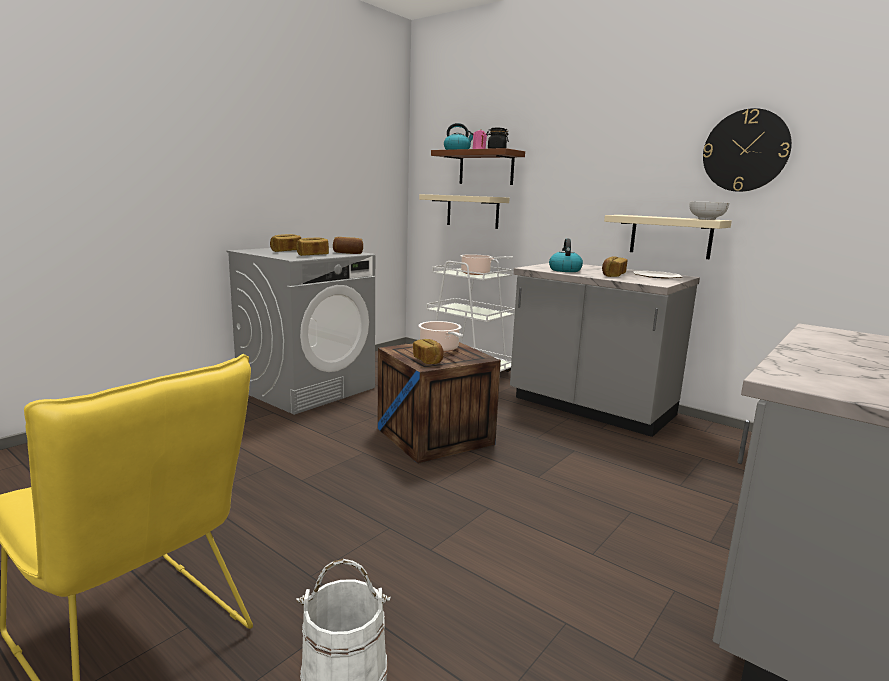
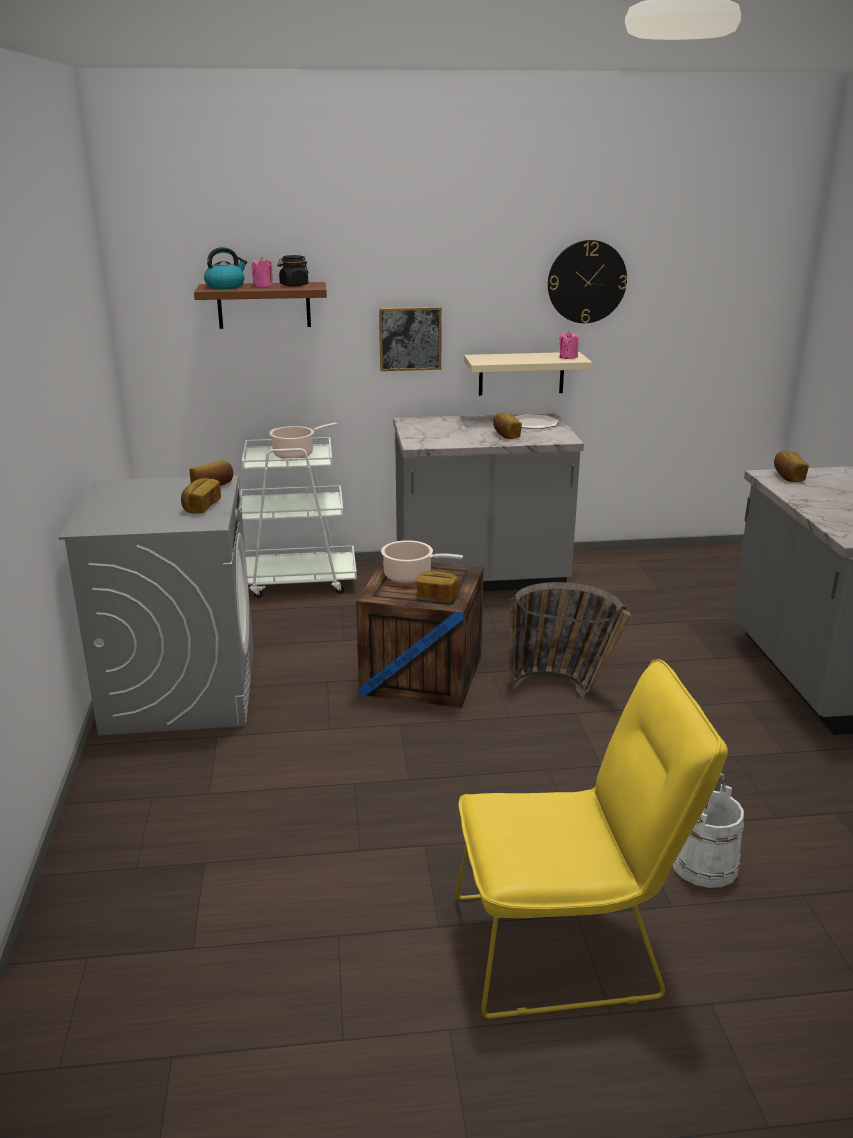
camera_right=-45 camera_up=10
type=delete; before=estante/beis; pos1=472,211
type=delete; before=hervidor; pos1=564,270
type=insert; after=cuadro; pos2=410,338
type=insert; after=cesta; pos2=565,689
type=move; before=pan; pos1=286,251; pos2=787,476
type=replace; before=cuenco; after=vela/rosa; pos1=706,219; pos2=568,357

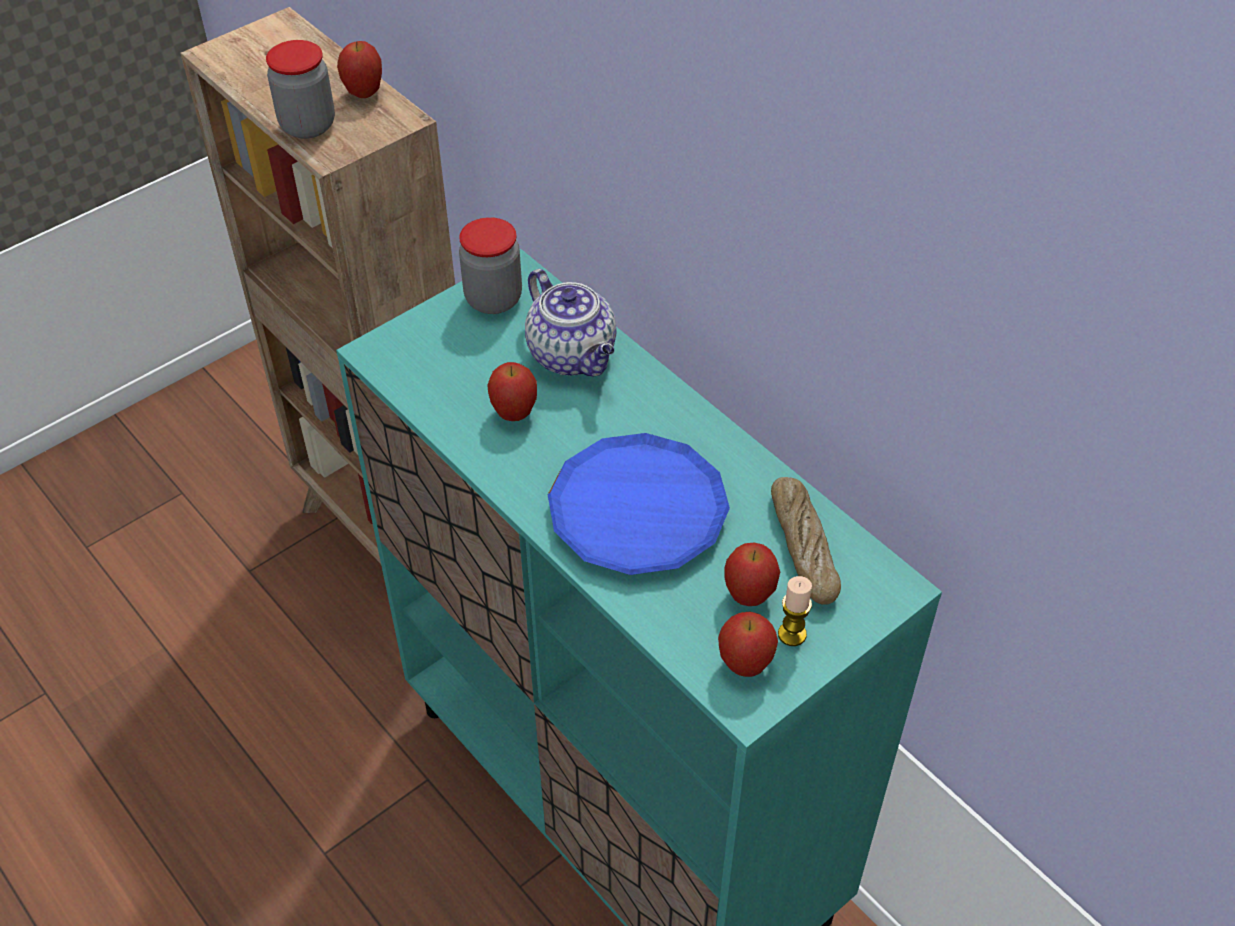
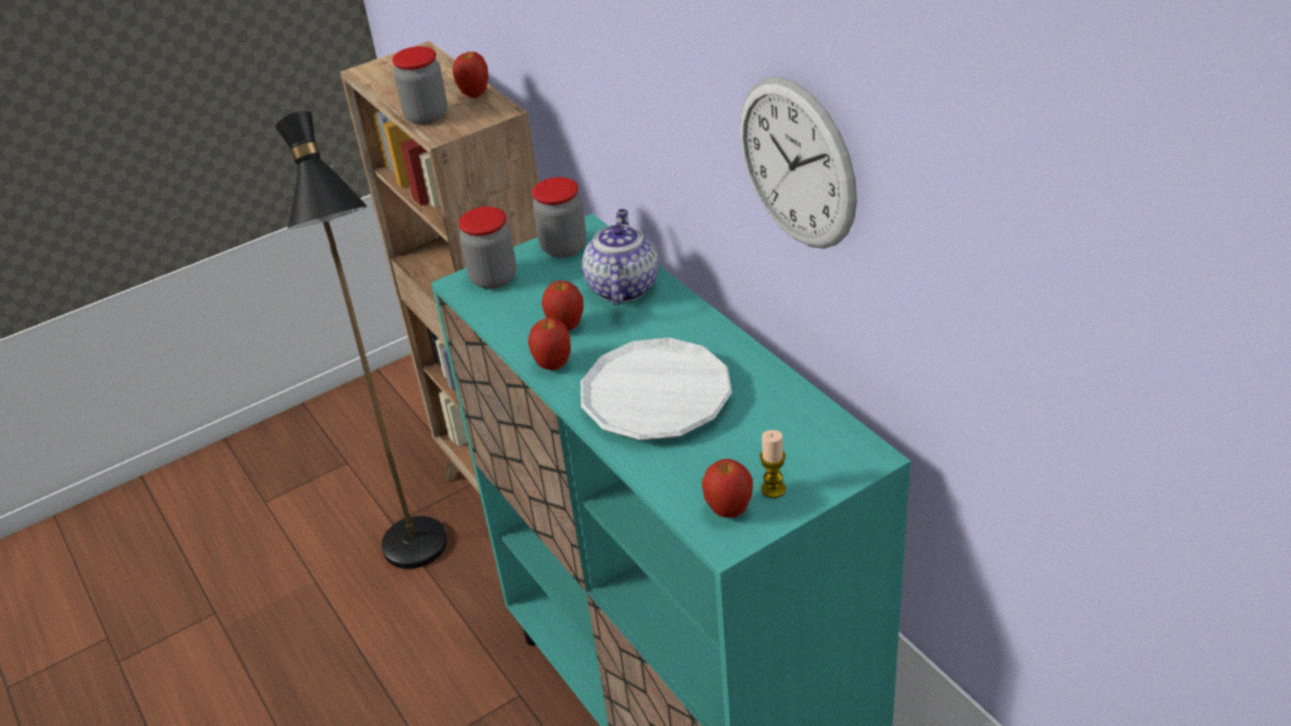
camera_right=10 camera_up=-10
type=delete; before=pan; pos1=803,547
type=insert; after=lámpara de pie/negro; pos2=422,561
type=insert; after=tarro; pos2=493,278
type=insert; after=reloj de pared; pos2=796,164
type=move; before=manzana; pos1=749,595; pos2=553,365
type=recolor; before=plato/azul; after=plato/blanco; pos1=638,512; pos2=656,397
type=rotate; before=tetera; pos1=574,356; pos2=622,287; turn=-150

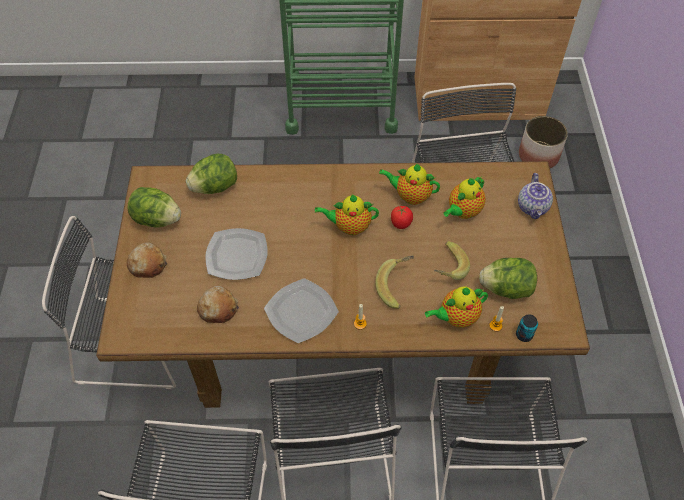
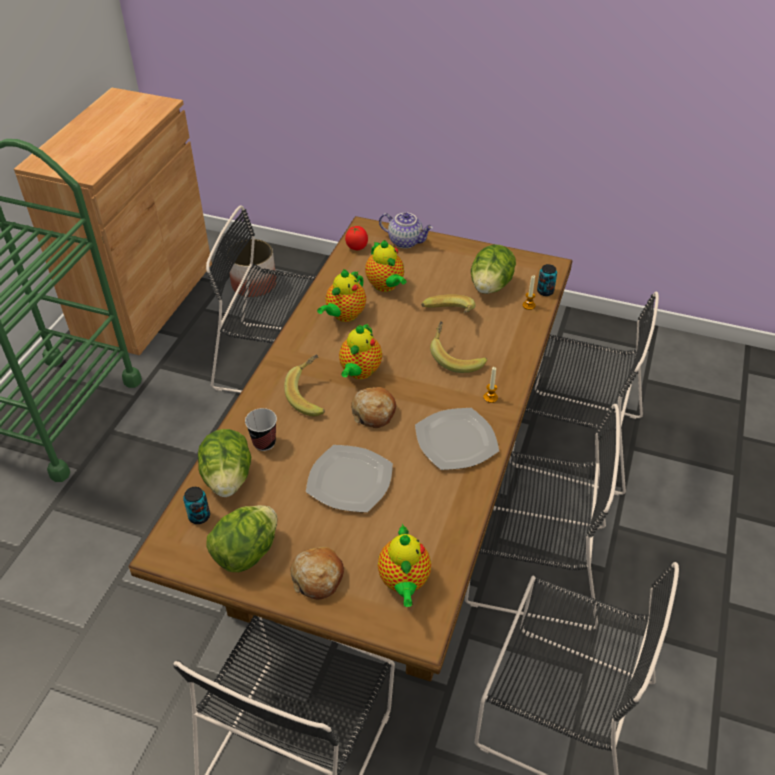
camera_right=-70 camera_up=-10
type=insert; after=lata; pos2=199,516
type=insert; after=taza; pos2=264,443
type=insert; after=plátano; pos2=311,395
type=move; before=pan; pos1=218,308; pos2=374,412
type=move; before=tomate; pos1=401,223; pos2=356,247
type=move; before=tetera; pos1=456,318; pos2=404,582

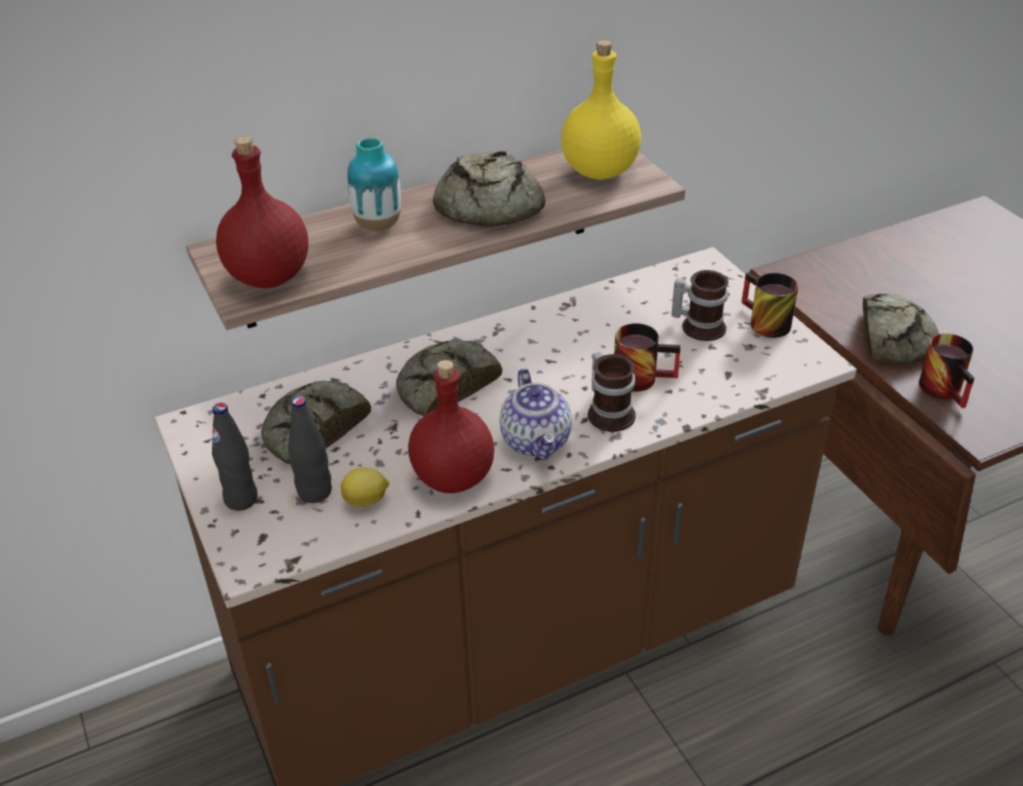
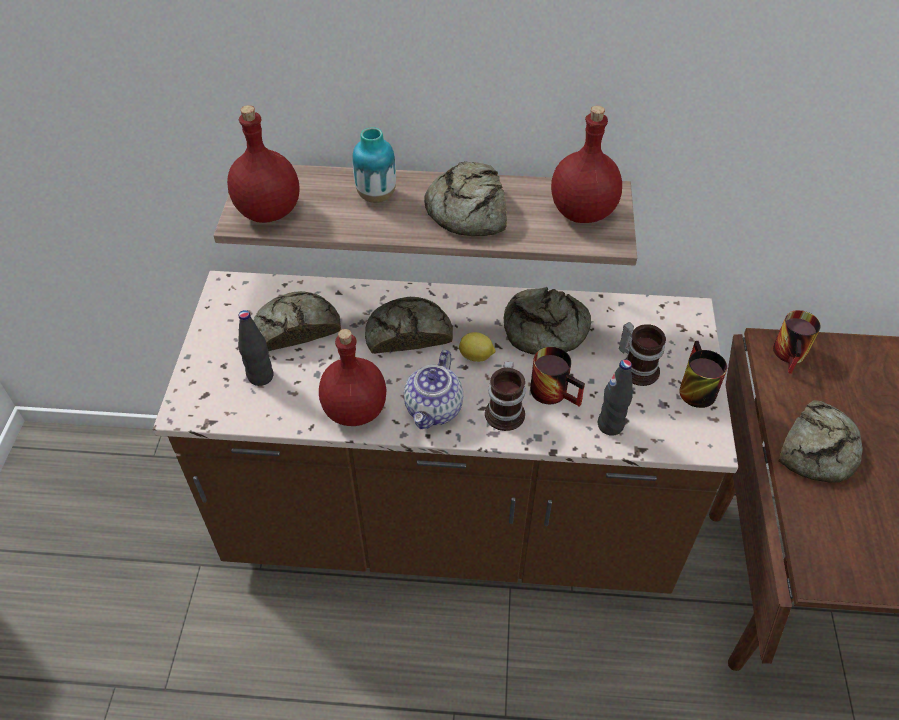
camera_right=30 camera_up=10
type=insert; after=pan; pos2=545,331
type=move; before=botella/negro; pos1=241,499; pos2=610,425
type=move; before=limón; pos1=366,501; pos2=476,357
type=move; before=taza grande; pos1=947,390; pos2=793,356
type=recolor; before=botella/amarillo; after=botella/rojo; pos1=599,170; pos2=582,211

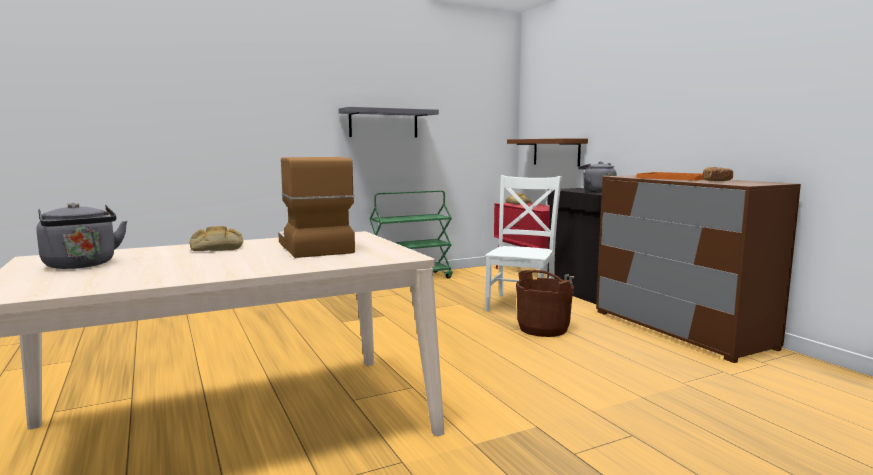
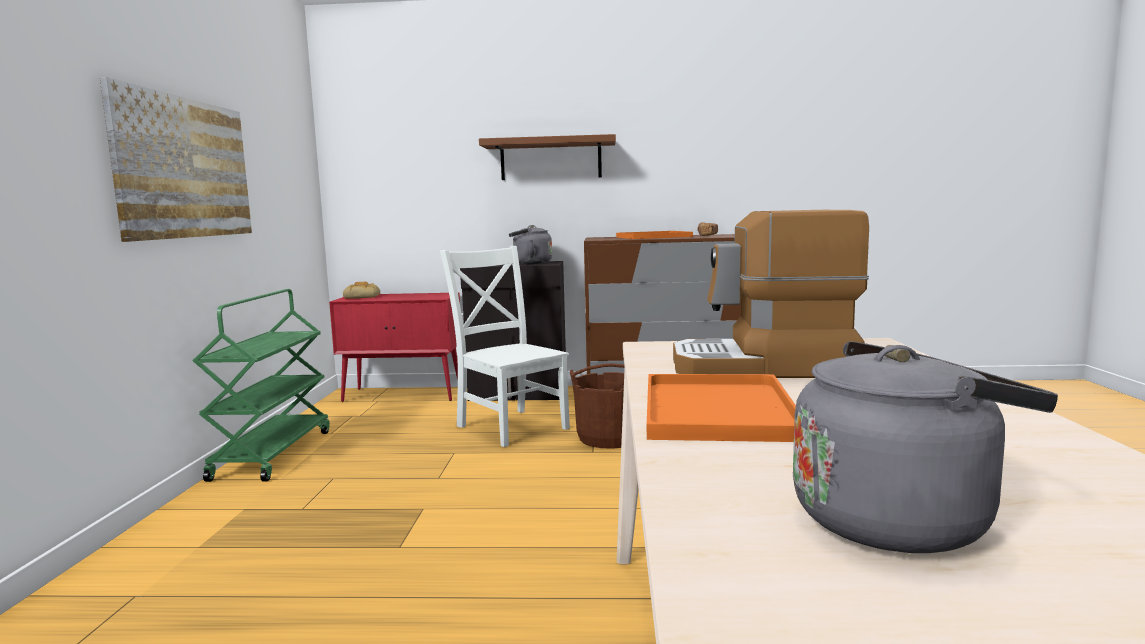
camera_right=-60 camera_up=0
type=move; before=estante/marrón; pos1=556,152; pos2=551,159
type=replace; before=pan; after=bandeja/naranja; pos1=216,248; pos2=720,411
type=replace; before=estante/gris; after=cuadro; pos1=383,123; pos2=185,168

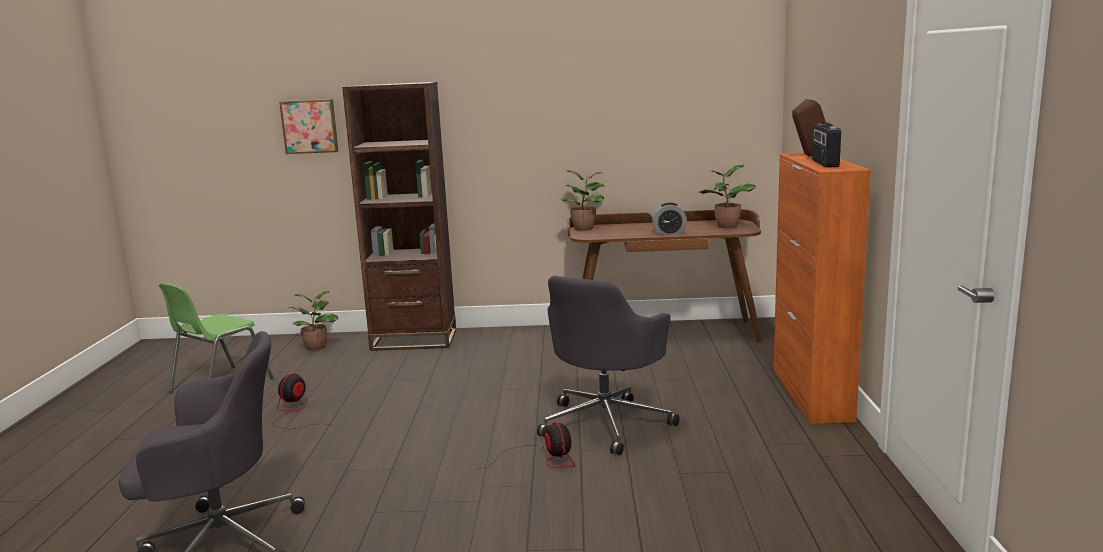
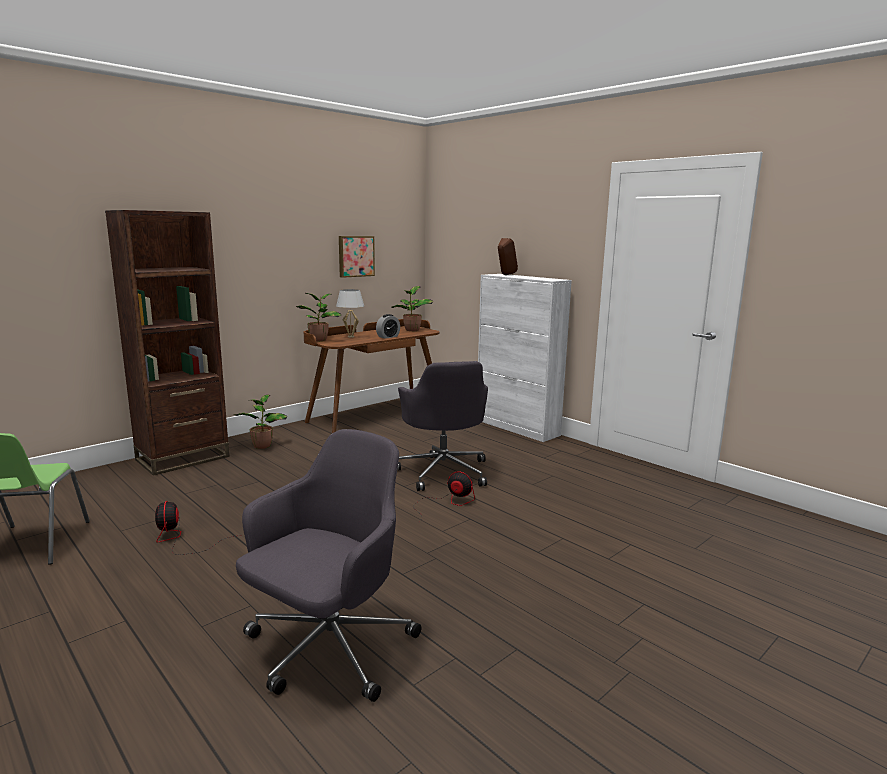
camera_right=-45 camera_up=0
type=delete; before=radio; pos1=824,163
type=insert; after=lámpara de mesa/blanco; pos2=351,336
type=move; before=cuadro; pos1=310,126; pos2=355,256
type=move; before=planta en maceta; pos1=317,347; pos2=262,445
type=recolor; before=armario/naranja; after=armario/blanco; pos1=811,394; pos2=517,427

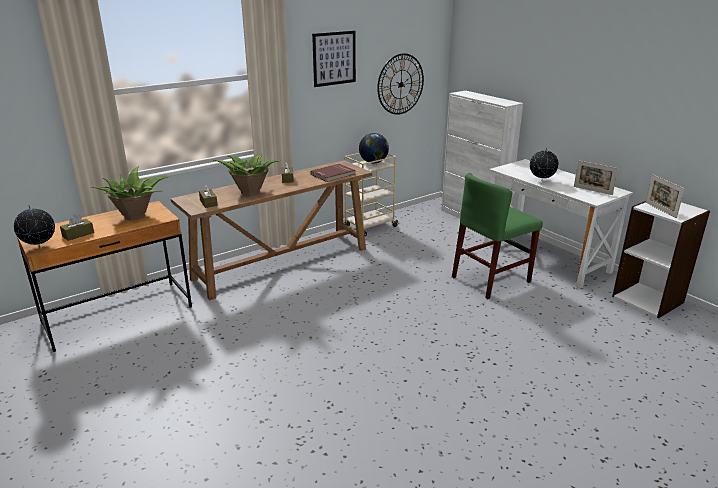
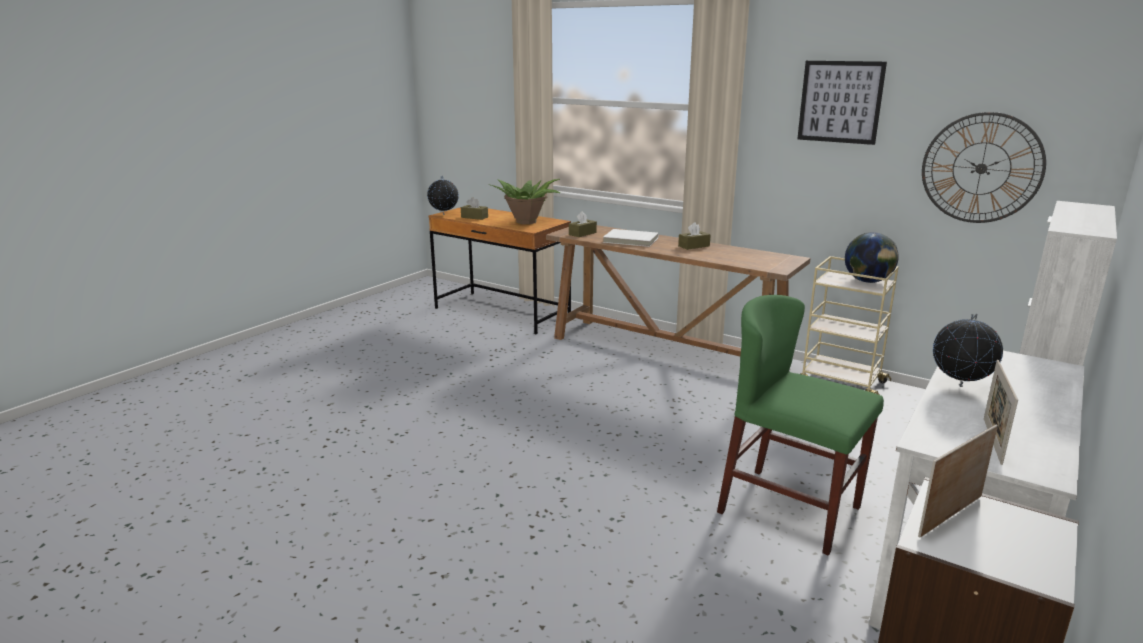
camera_right=70 camera_up=-5
type=delete; before=libro/rojo; pos1=333,174
type=replace; before=planta en maceta; after=libro/blanco; pos1=249,192; pos2=630,240

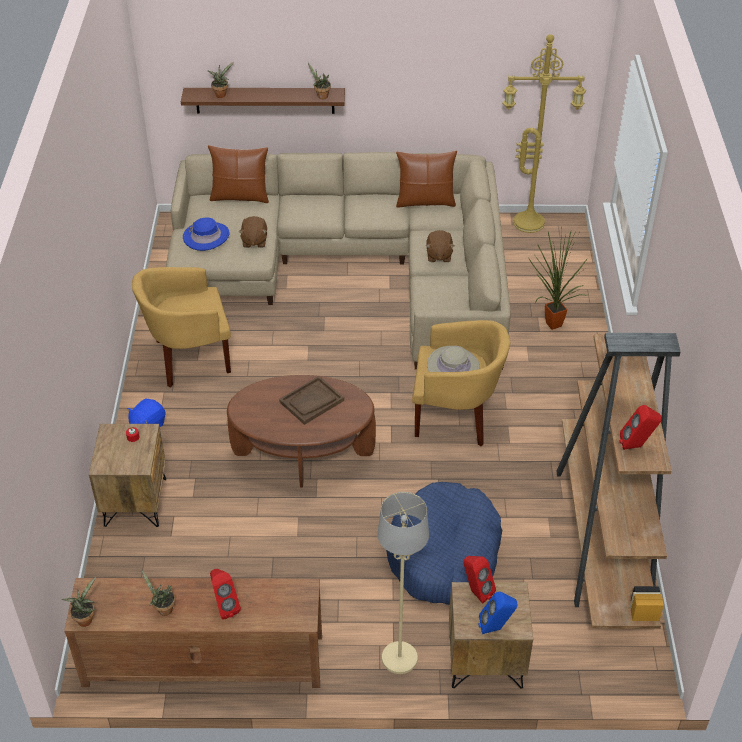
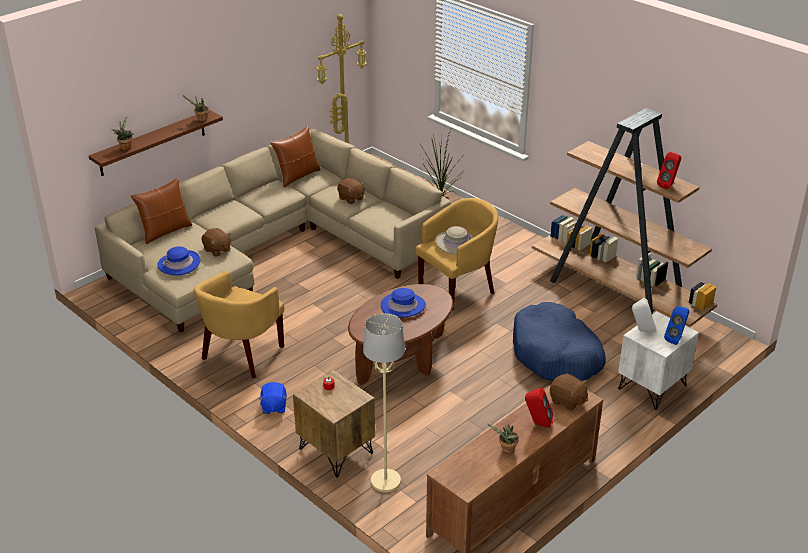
camera_right=-45 camera_up=-10
type=delete; before=planta en maceta; pos1=85,618
type=insert; after=peluche/marrón; pos2=567,401
type=move; before=lámpara de pie/beis; pos1=399,658; pos2=385,481
type=replace; before=bandeja/marrón; after=sombrero/azul; pos1=311,401; pos2=403,306
type=recolor; before=mesita de noche/marrón; after=mesita de noche/blanco; pos1=485,662; pos2=652,387
type=recolor; before=altavoz/rojo; after=altavoz/blanco; pos1=476,592; pos2=642,331

